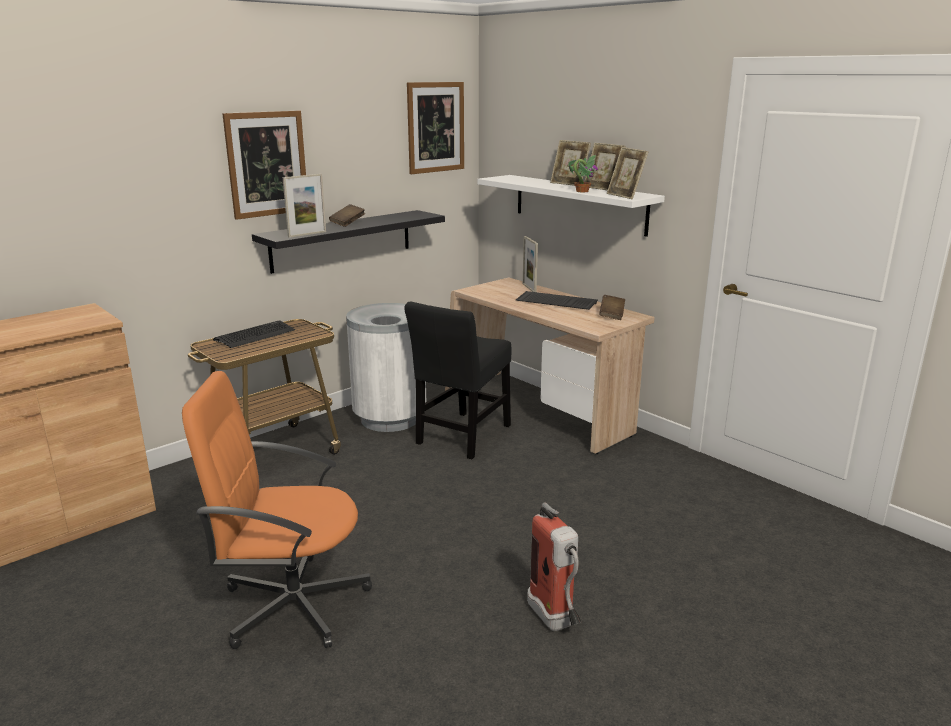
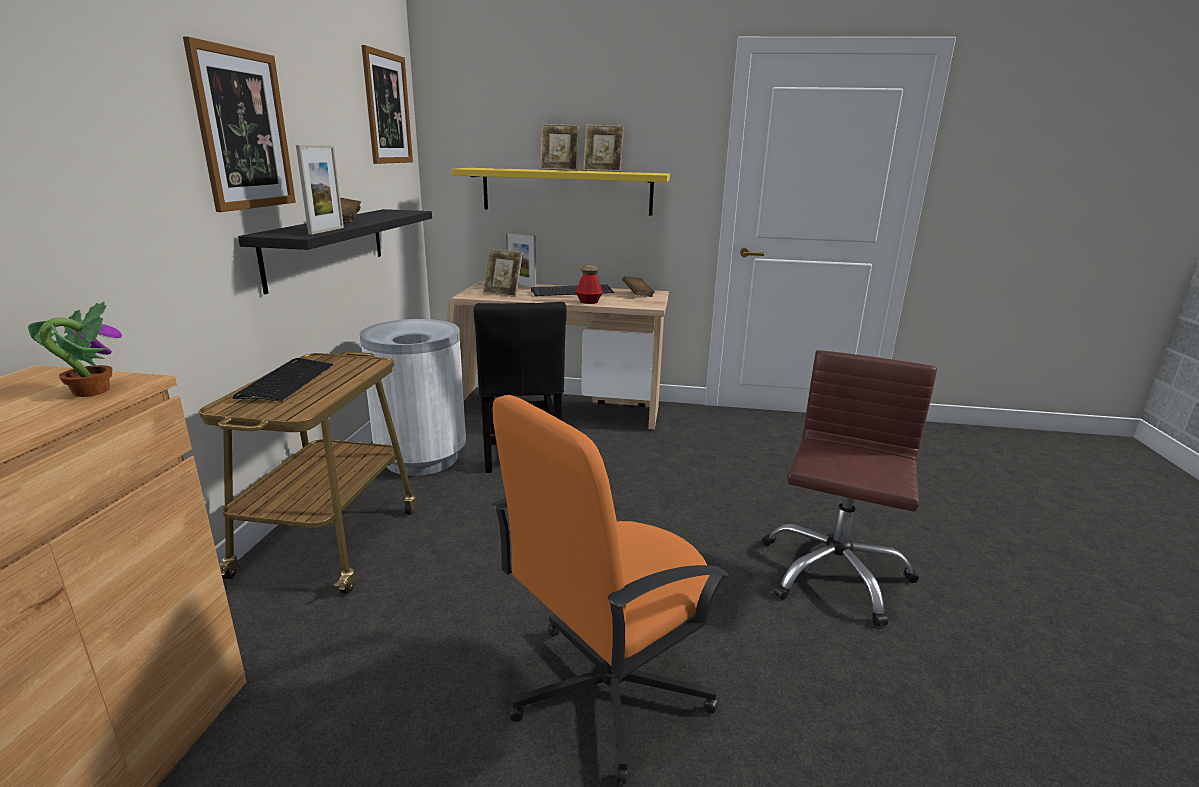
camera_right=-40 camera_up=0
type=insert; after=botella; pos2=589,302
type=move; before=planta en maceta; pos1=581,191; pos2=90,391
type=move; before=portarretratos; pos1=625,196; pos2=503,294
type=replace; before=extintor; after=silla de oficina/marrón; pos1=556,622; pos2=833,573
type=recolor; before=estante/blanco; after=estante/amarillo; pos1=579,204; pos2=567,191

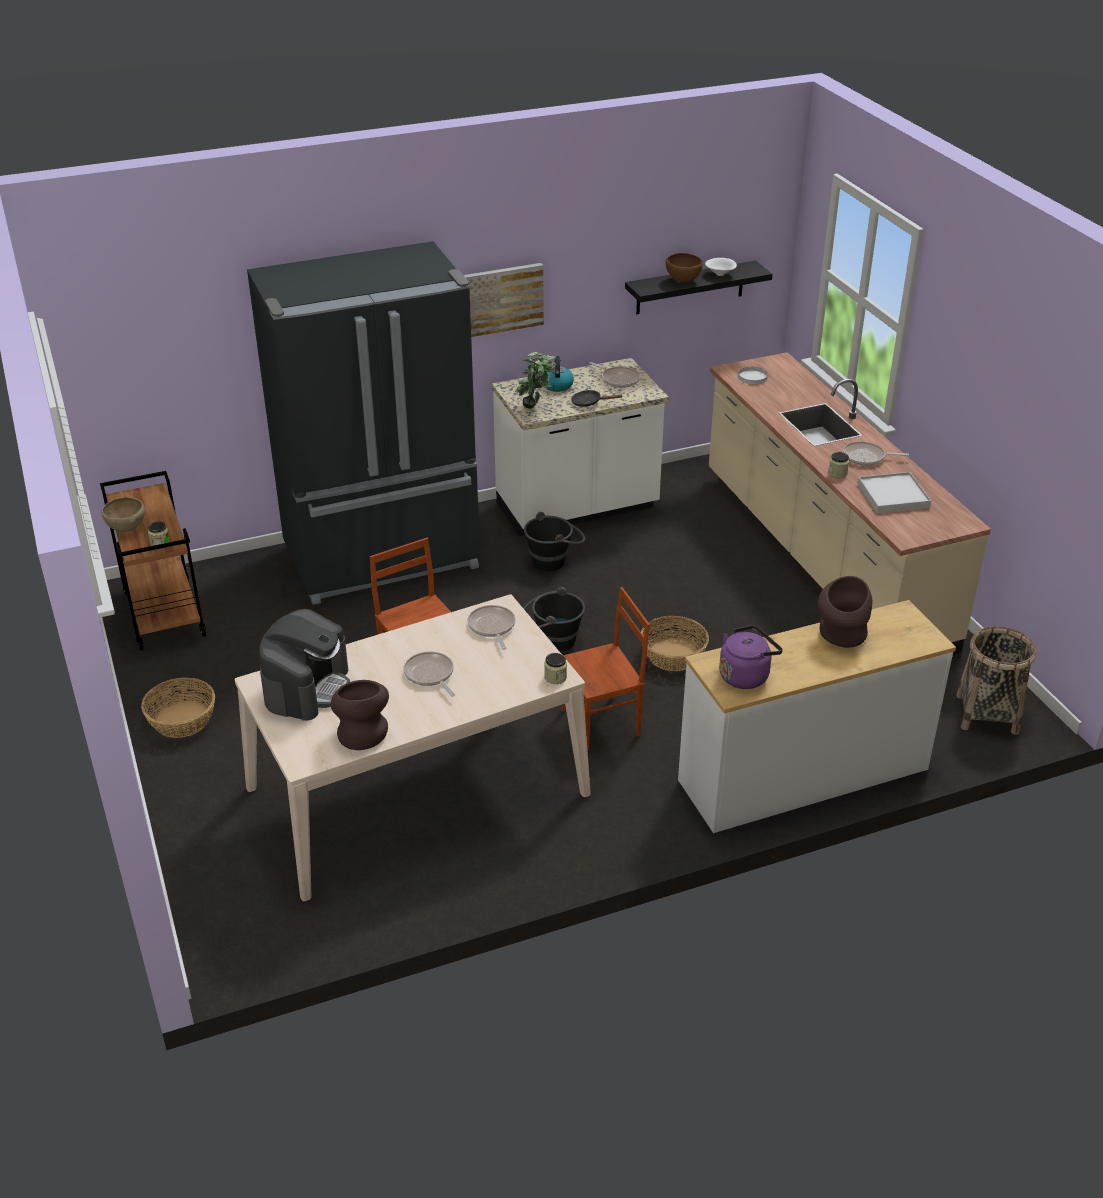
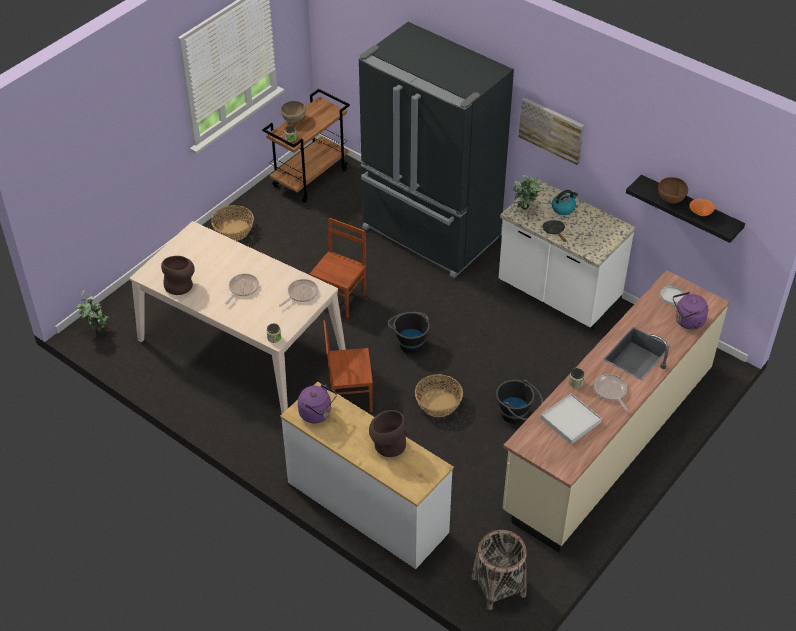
camera_right=60 camera_up=10
type=delete; before=cafetera; pos1=307,687
type=delete; before=sartén; pos1=618,379
type=insert; after=planta en maceta; pos2=97,331
type=insert; after=hervidor/morado; pos2=687,321
type=move; before=cubo/negro; pos1=554,560; pos2=518,416
type=recolor; before=cuenco/blanco; after=cuenco/naranja; pos1=720,275; pos2=700,214
type=rotate; before=silla/marrón; pos1=602,723; pos2=349,396; turn=135

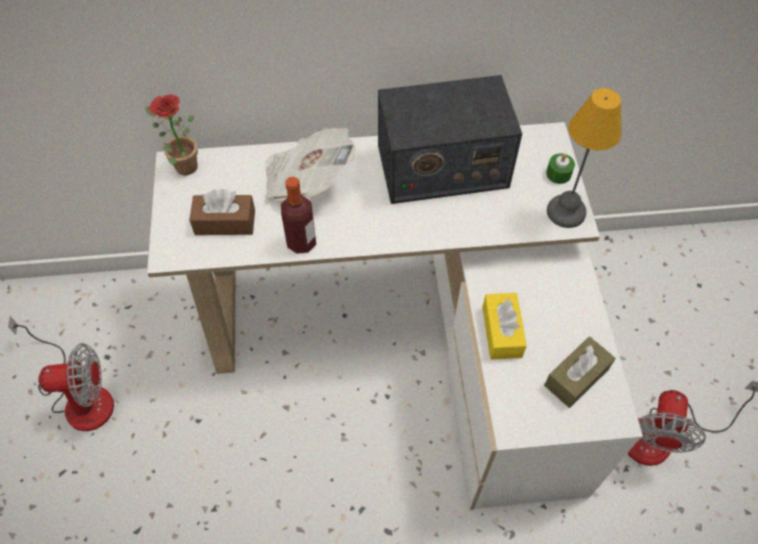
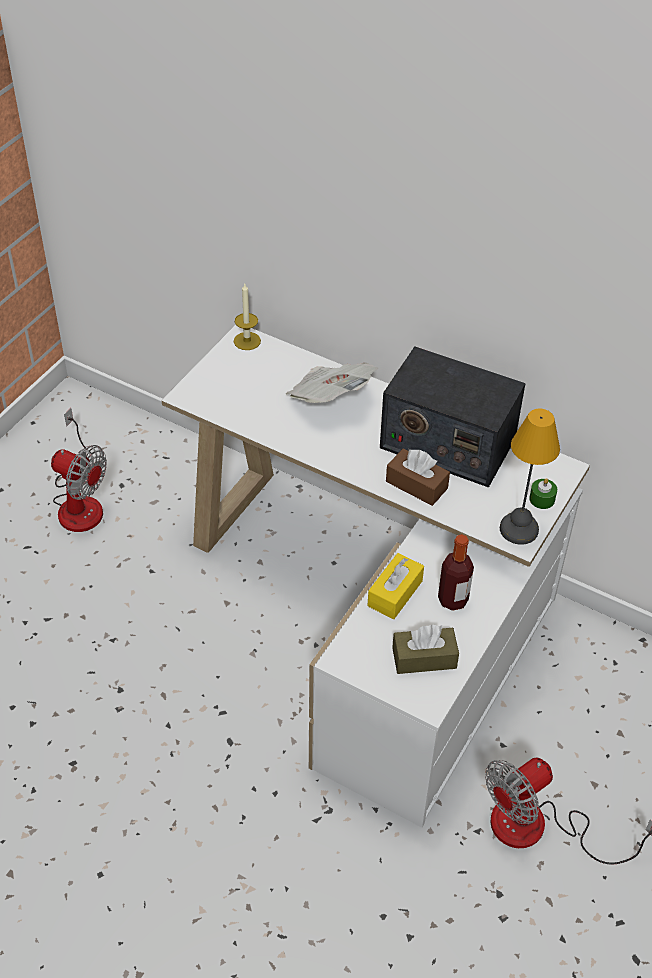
camera_right=35 camera_up=-10
type=move; before=caja de pañuelos/marrón; pos1=225,222; pos2=416,485
type=move; before=botella; pos1=301,242; pos2=453,600
type=replace; before=planta en maceta; after=vela; pos1=182,165; pos2=247,341

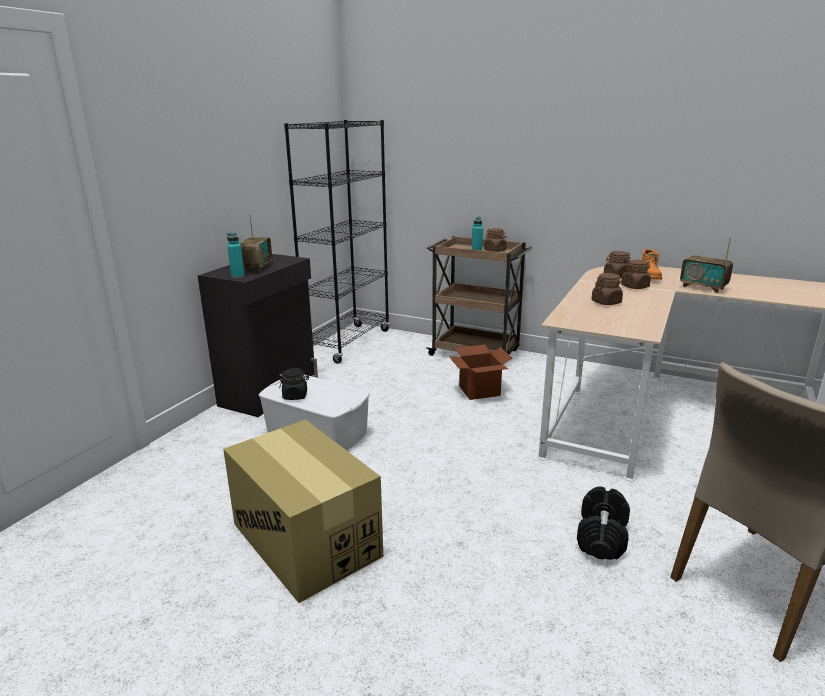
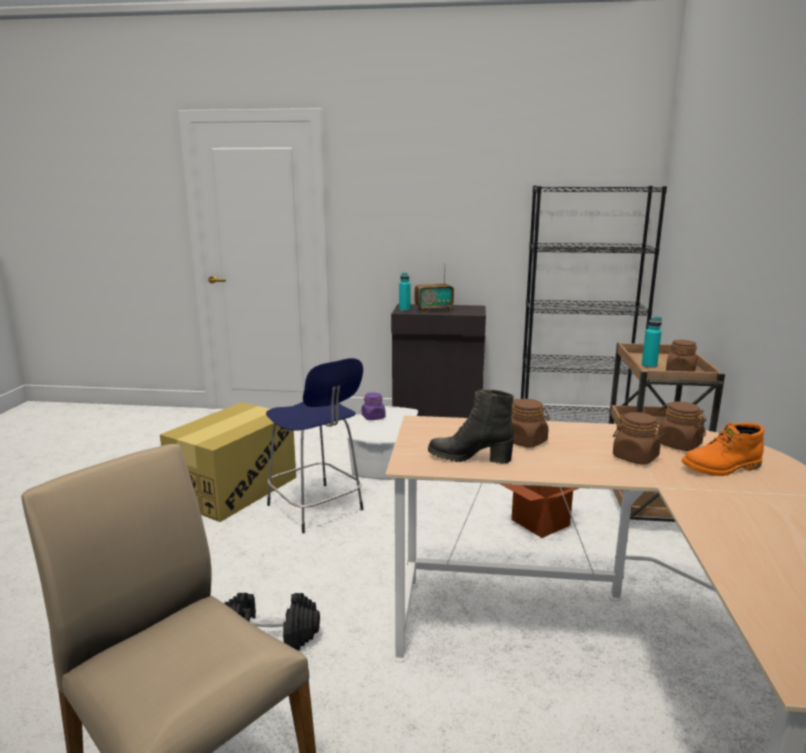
camera_right=70 camera_up=-5
type=delete; before=radio; pos1=703,287
type=insert; after=taburete/azul; pos2=316,509
type=insert; after=bota/negro; pos2=469,457
type=recolor; before=tarro/negro; after=tarro/morado; pos1=295,396; pos2=373,417

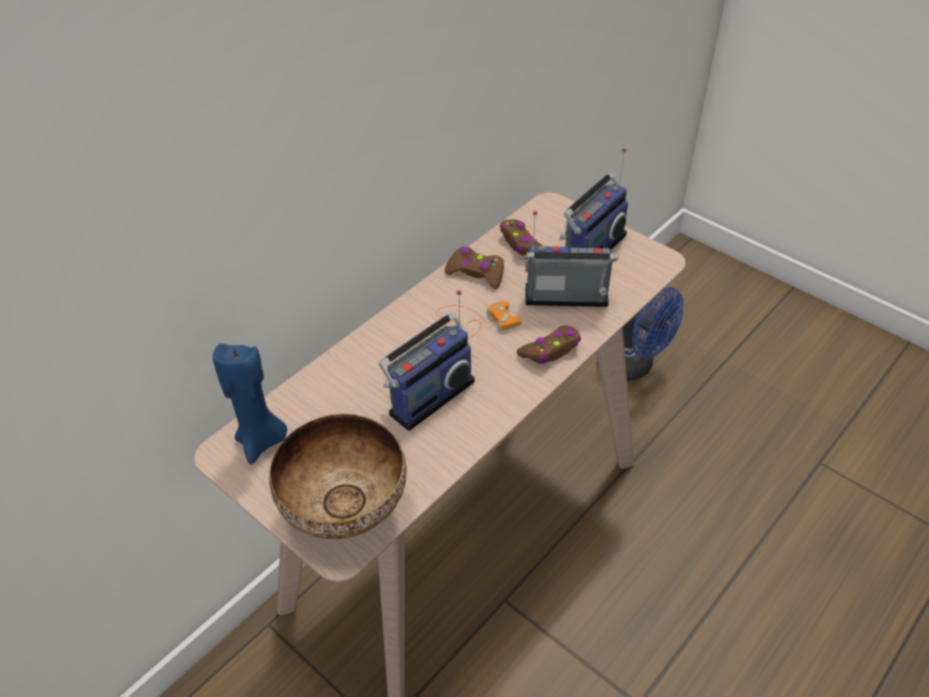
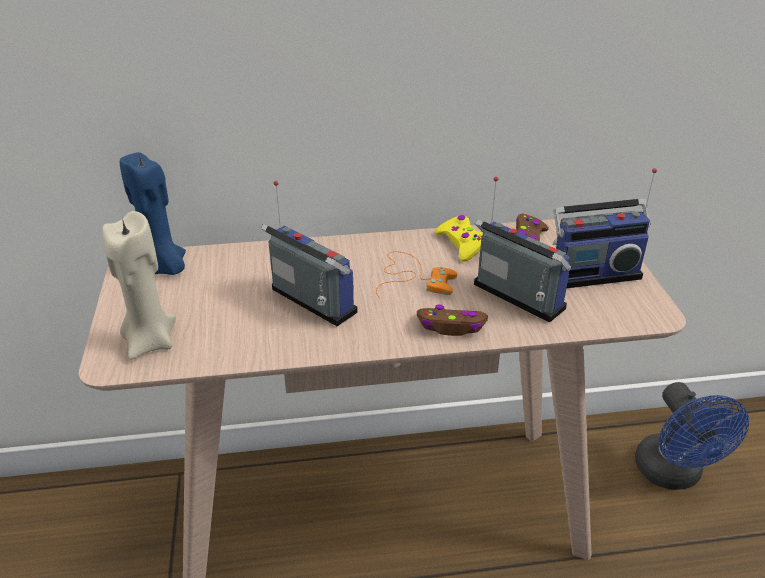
camera_right=40 camera_up=-10
type=replace; before=cuenco; after=vela/beis; pos1=346,511; pos2=150,342
type=recolor; before=mando de consola/marrón; after=mando de consola/amarillo; pos1=476,273; pos2=462,244
type=rotate; before=radio; pos1=428,395; pos2=310,304; turn=-135

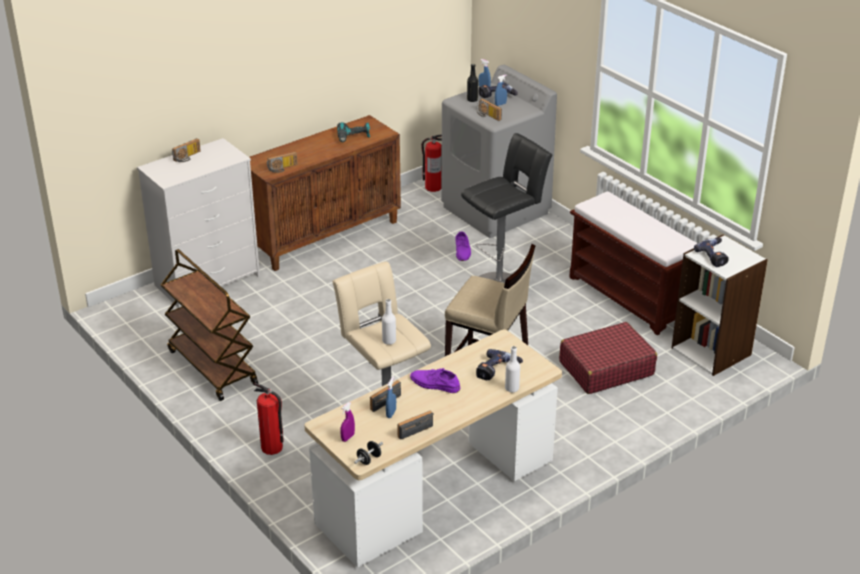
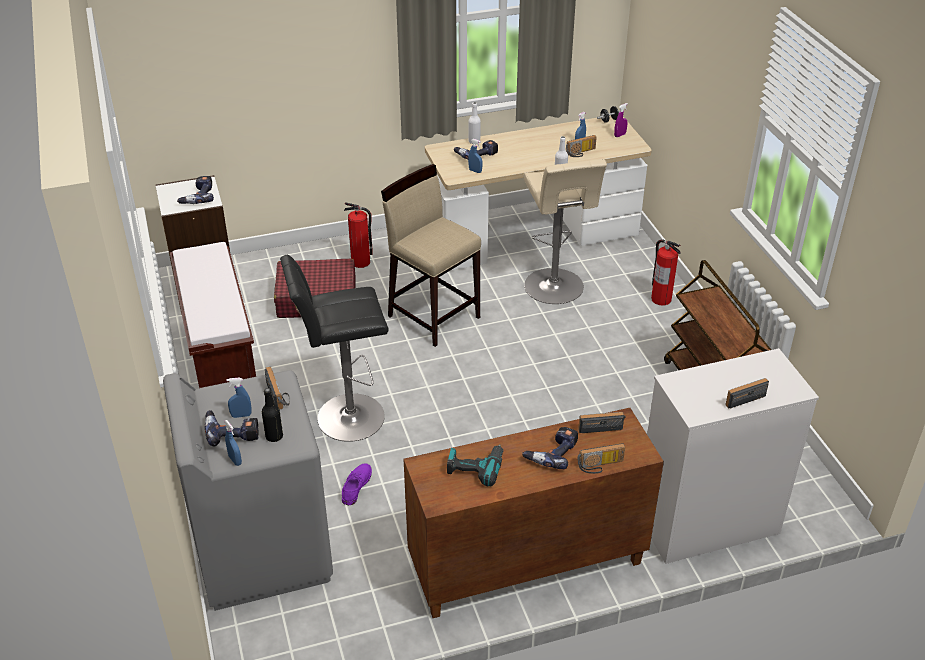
camera_right=-160 camera_up=5
type=delete; before=zapato/morado; pos1=434,384
type=insert; after=pulverizador/azul; pos2=475,171
type=insert; after=taladro; pos2=551,453
type=move; before=radio; pos1=414,429; pos2=600,466
type=move; before=extintor; pos1=433,187; pos2=361,262

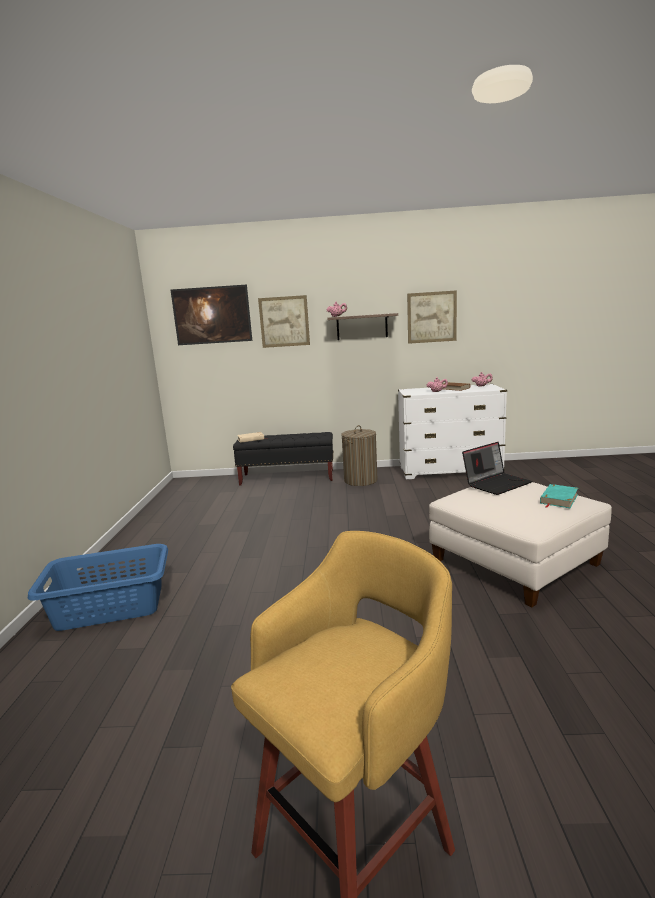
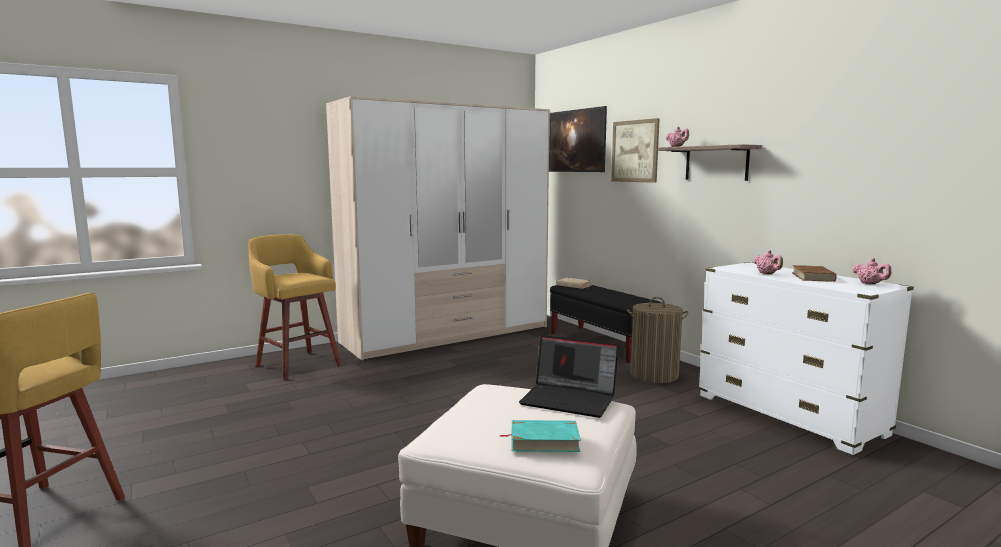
camera_right=55 camera_up=-5
type=delete; before=cuadro; pos1=431,317
type=insert; after=armario ropero; pos2=448,334
type=replace; before=cesto de la ropa/azul; after=taburete/amarillo; pos1=110,606; pos2=297,364

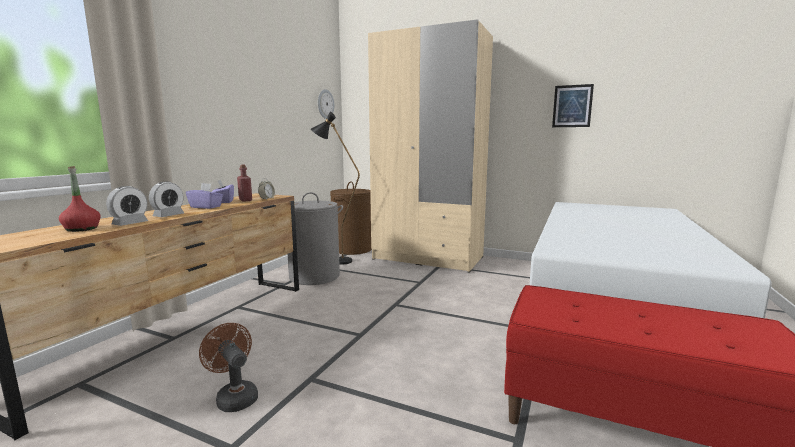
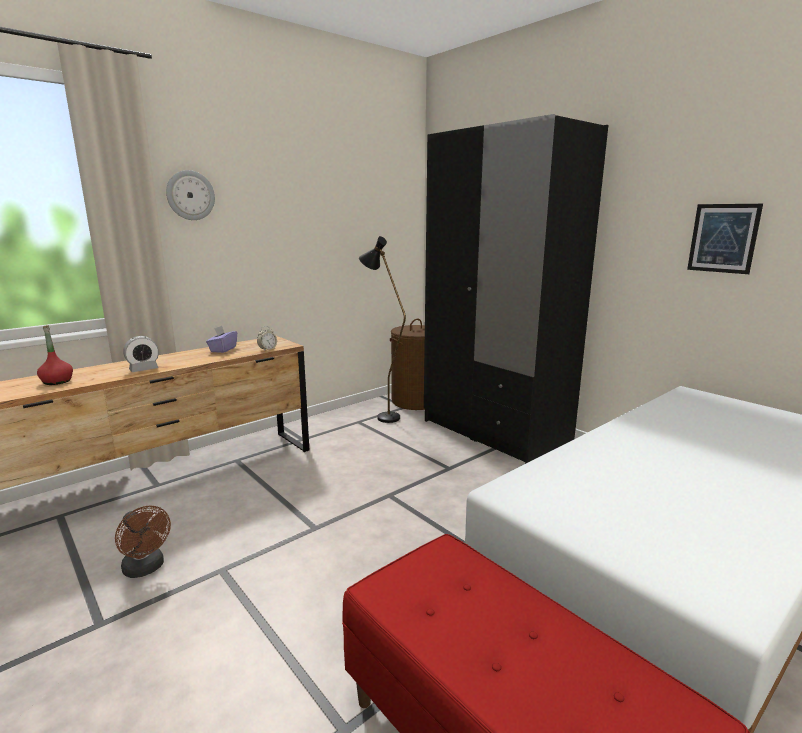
camera_right=25 camera_up=5
type=delete; before=despertador; pos1=130,223
type=delete; before=caja de pañuelos/morado; pos1=206,207
type=delete; before=botella/rojo; pos1=245,200
type=delete; before=cesto de la ropa/gris; pos1=314,276
type=move; before=reloj de pared; pos1=325,104; pos2=190,195
type=recolor; before=armario ropero/beis; after=armario ropero/negro; pos1=428,258; pos2=495,431
type=rotate; before=ventilador/marrón; pos1=234,397; pos2=146,569; turn=150

